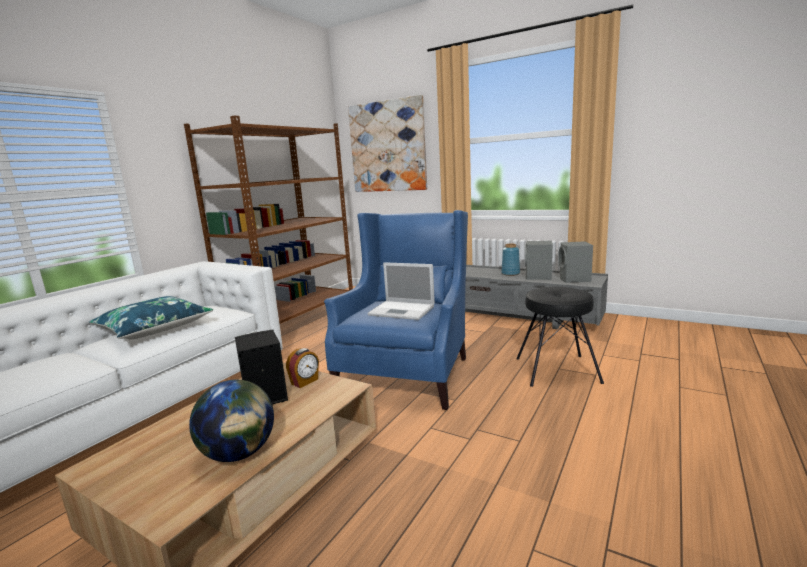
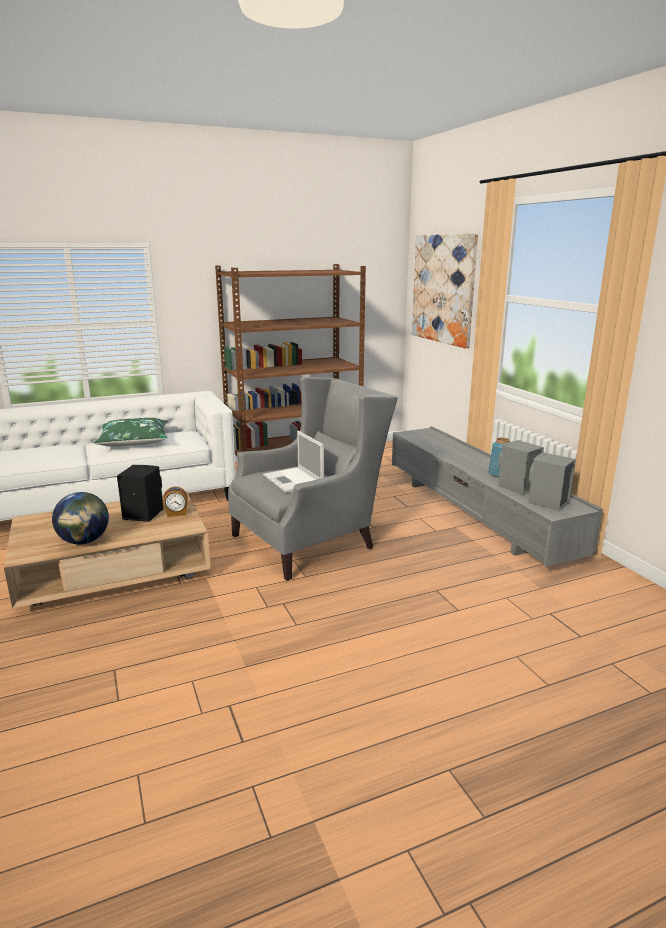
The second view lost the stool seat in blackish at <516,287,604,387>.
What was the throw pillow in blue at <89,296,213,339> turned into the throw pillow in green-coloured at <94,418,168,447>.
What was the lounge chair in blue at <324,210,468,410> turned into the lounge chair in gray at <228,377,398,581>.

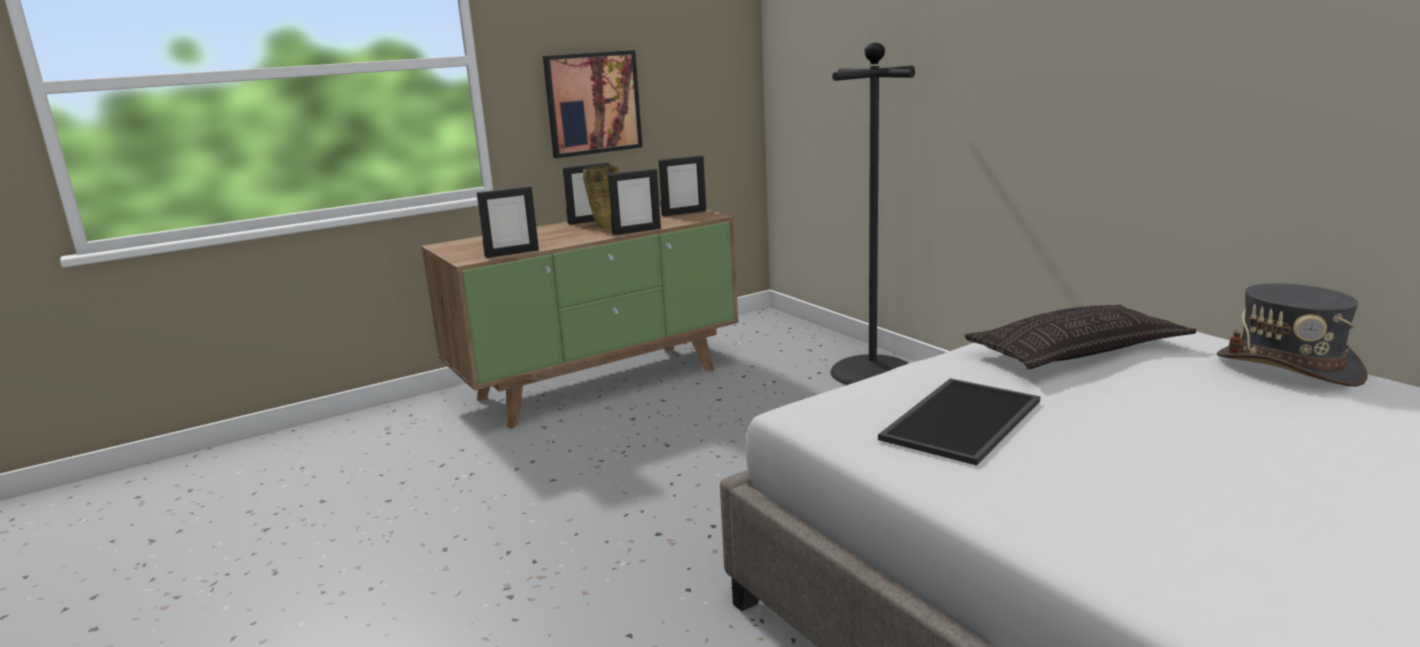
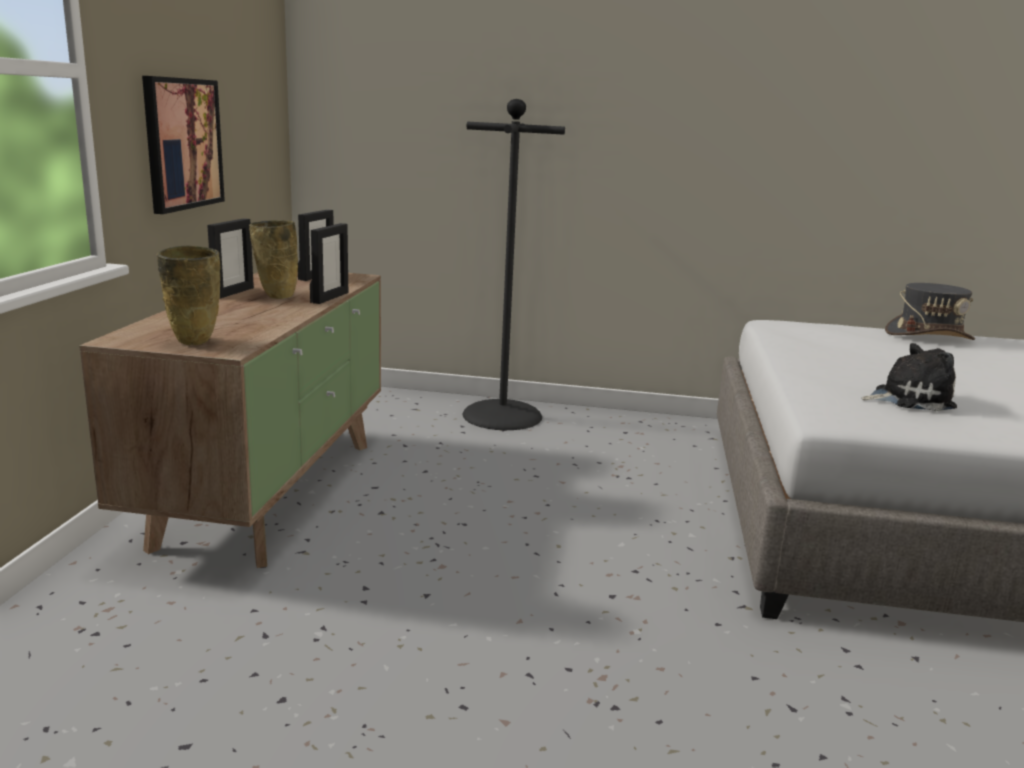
The second view lost the photo frame at <477,186,539,258>.
The second view lost the throw pillow at <964,305,1196,369>.
The second view gained the decorative vase in beige at <157,246,221,345>.
Where the serving tray stood at <878,378,1040,465>, the plush toy came to stand at <861,343,957,411>.

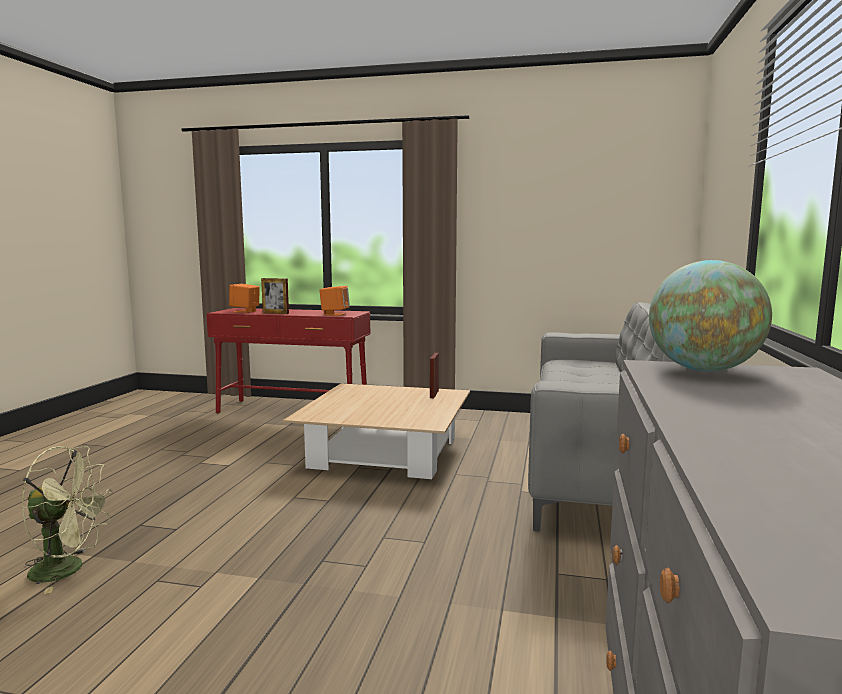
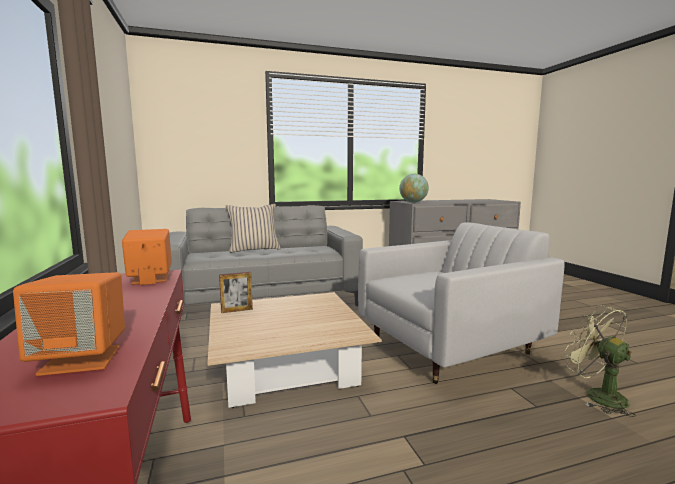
The second view lost the photo frame at <261,278,289,314>.
The second view gained the throw pillow in beige at <226,204,281,253>.
The second view gained the lounge chair in white-coloured at <358,222,565,384>.

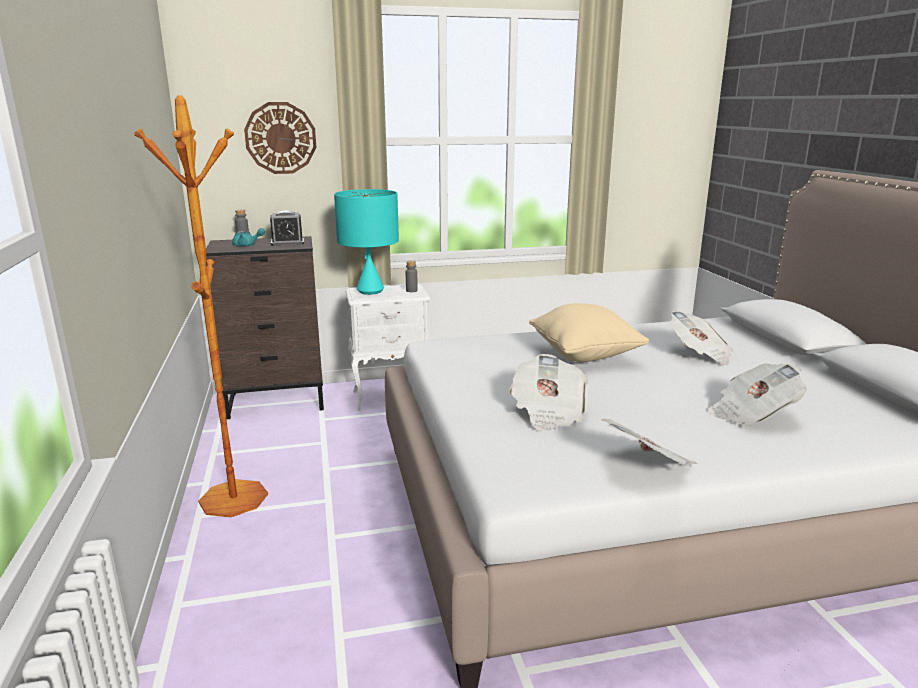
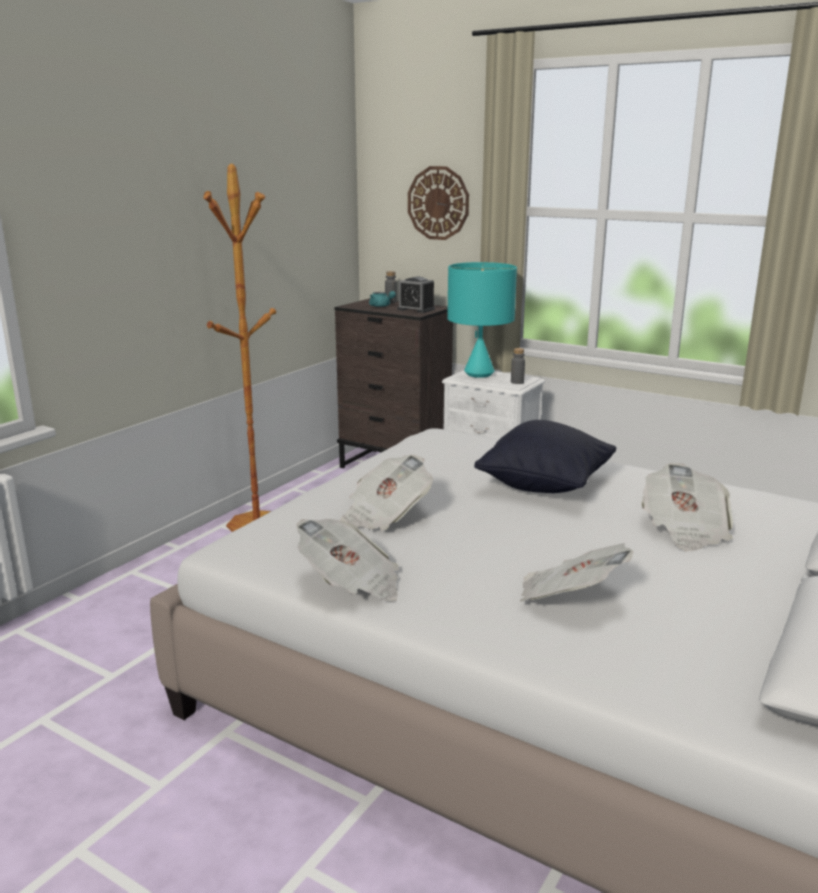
What was the throw pillow in beige at <529,303,649,362> turned into the throw pillow in blackish at <474,420,616,493>.

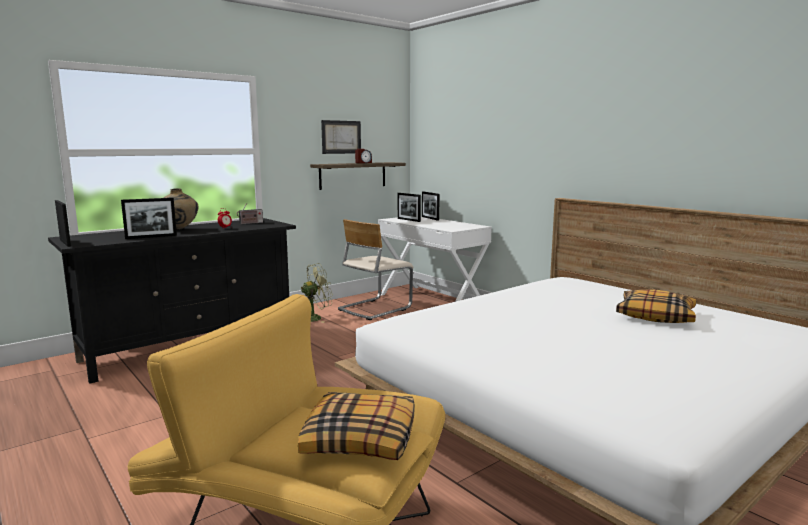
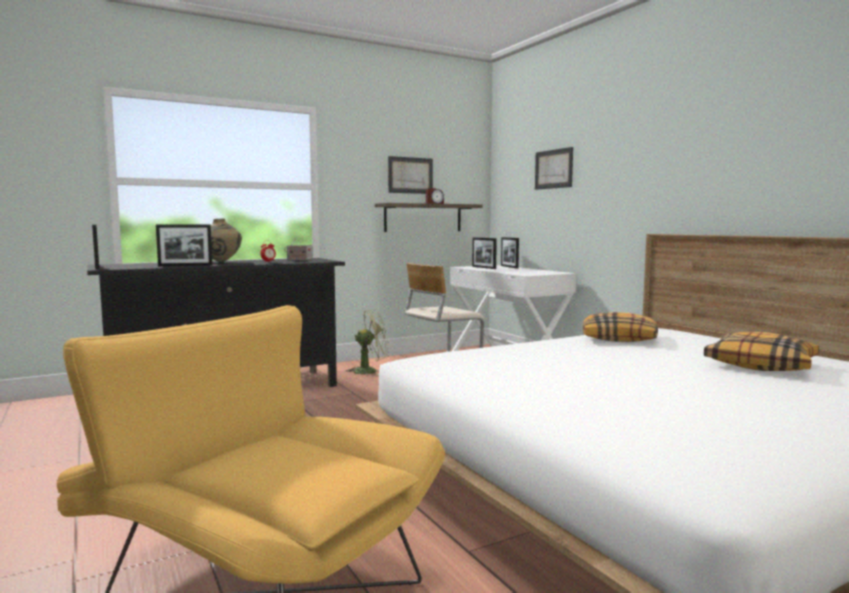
The second view gained the wall picture at <535,147,573,190>.
The throw pillow ended up elsewhere, having gone from <298,392,414,460> to <583,312,658,342>.

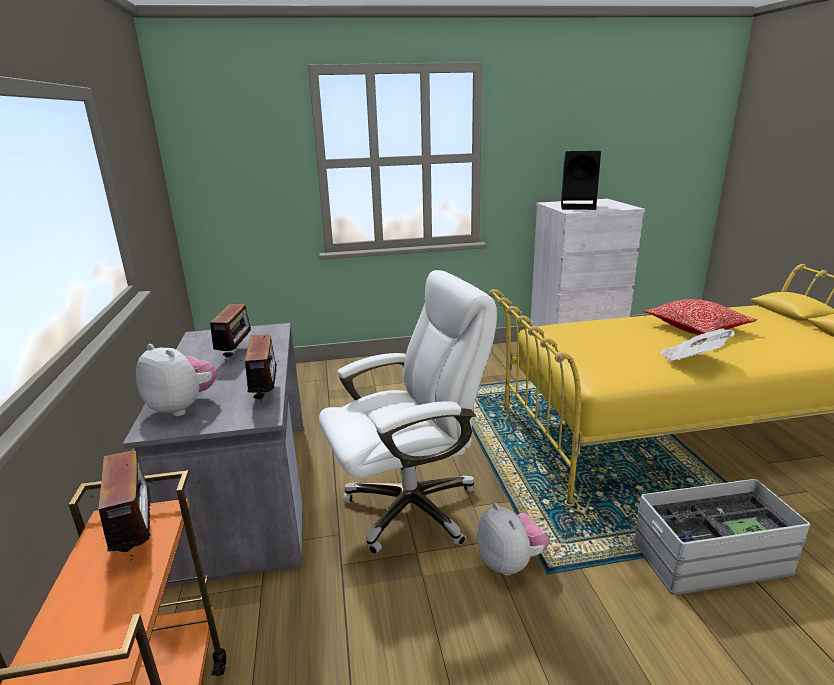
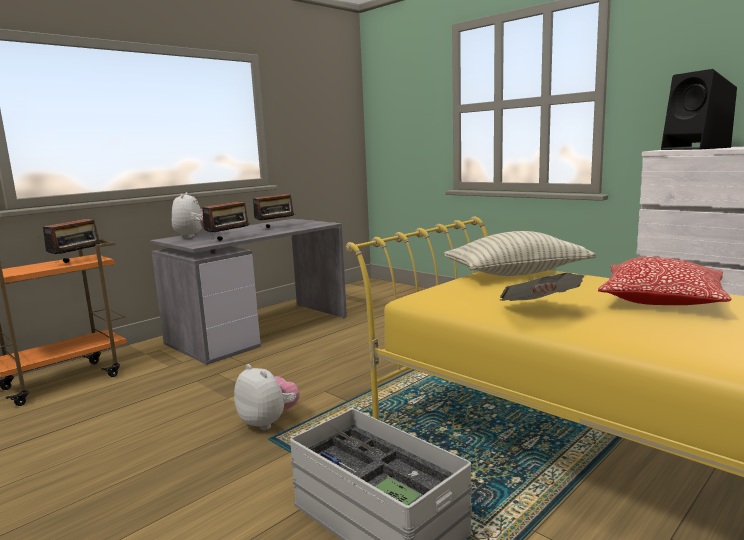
The second view lost the office chair in white-coloured at <319,270,497,554>.
The second view gained the throw pillow at <444,231,596,276>.
The plush toy at <477,503,549,576> ended up facing another way, 75 degrees counterclockwise from before.

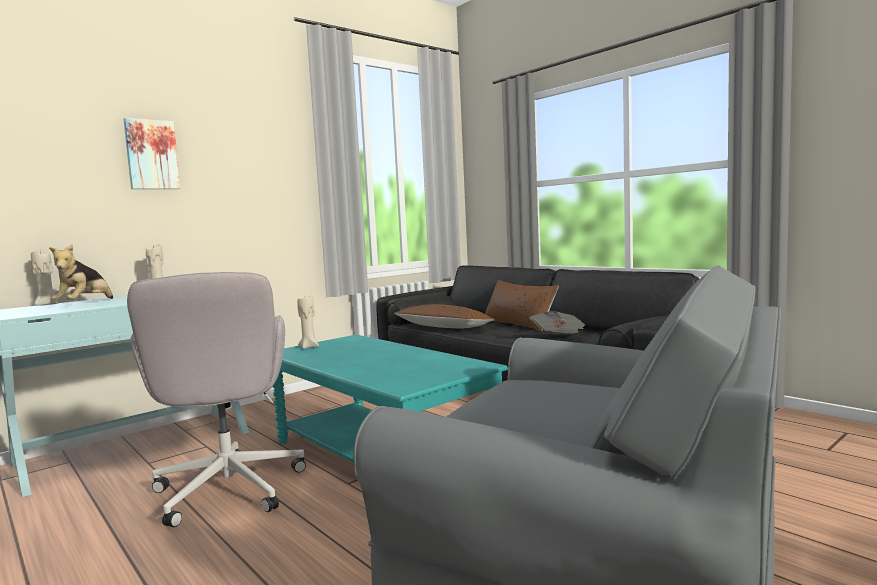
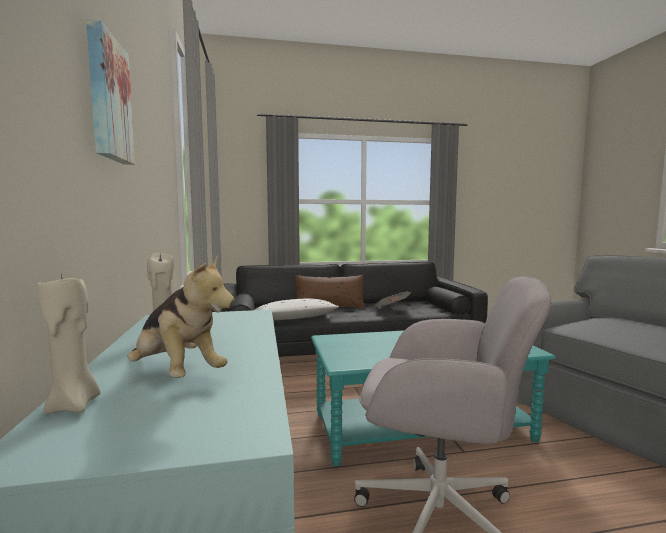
The second view lost the candle in beige at <297,296,319,349>.
What was the throw pillow in brown-coloured at <394,304,495,328> turned into the throw pillow in white-coloured at <255,299,339,320>.

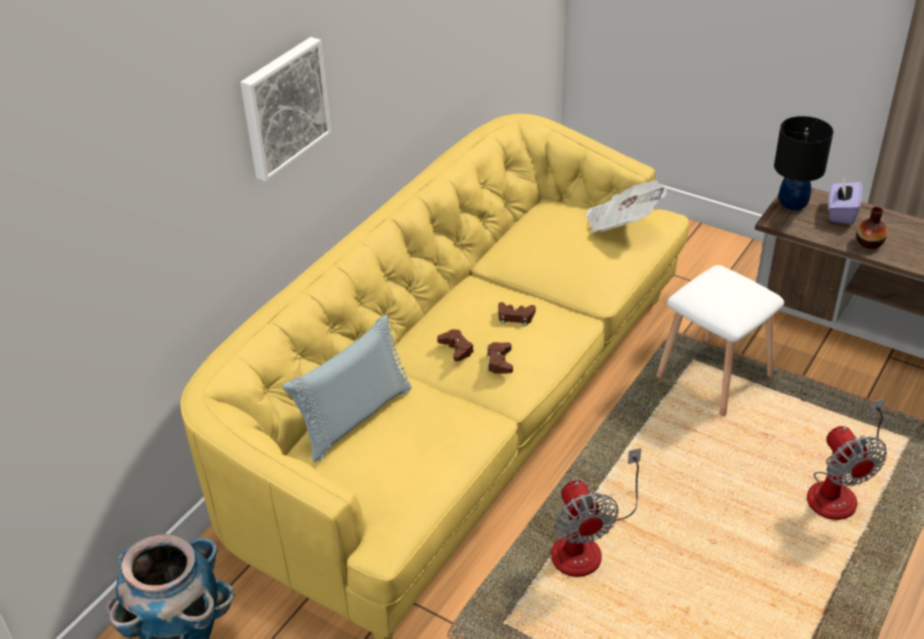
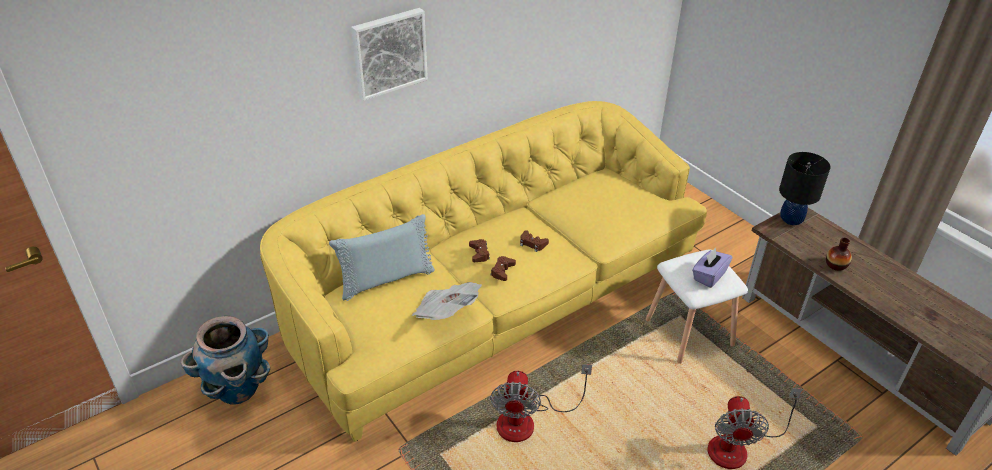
The daily paper ended up elsewhere, having gone from <586,180,667,233> to <412,282,482,320>.
The box of tissues in purple-coloured ended up elsewhere, having gone from <828,177,862,225> to <692,248,732,288>.

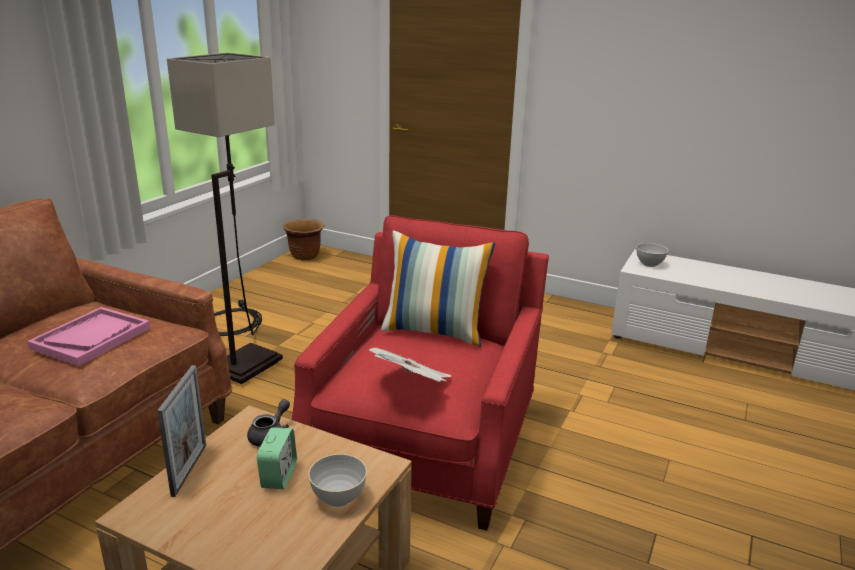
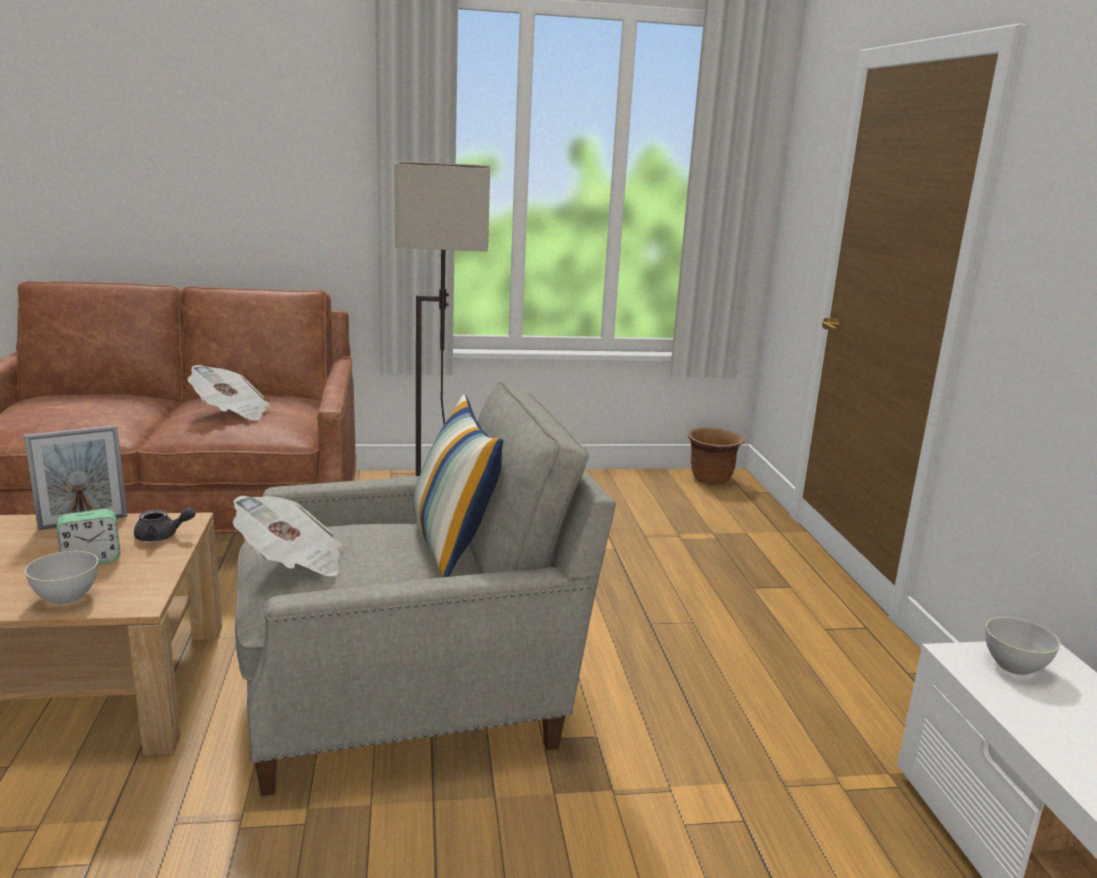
Where the serving tray in pink stood at <27,307,150,366>, the daily paper came to stand at <187,365,270,421>.
What was the lounge chair in red at <292,216,549,531> turned into the lounge chair in gray at <235,382,616,796>.

